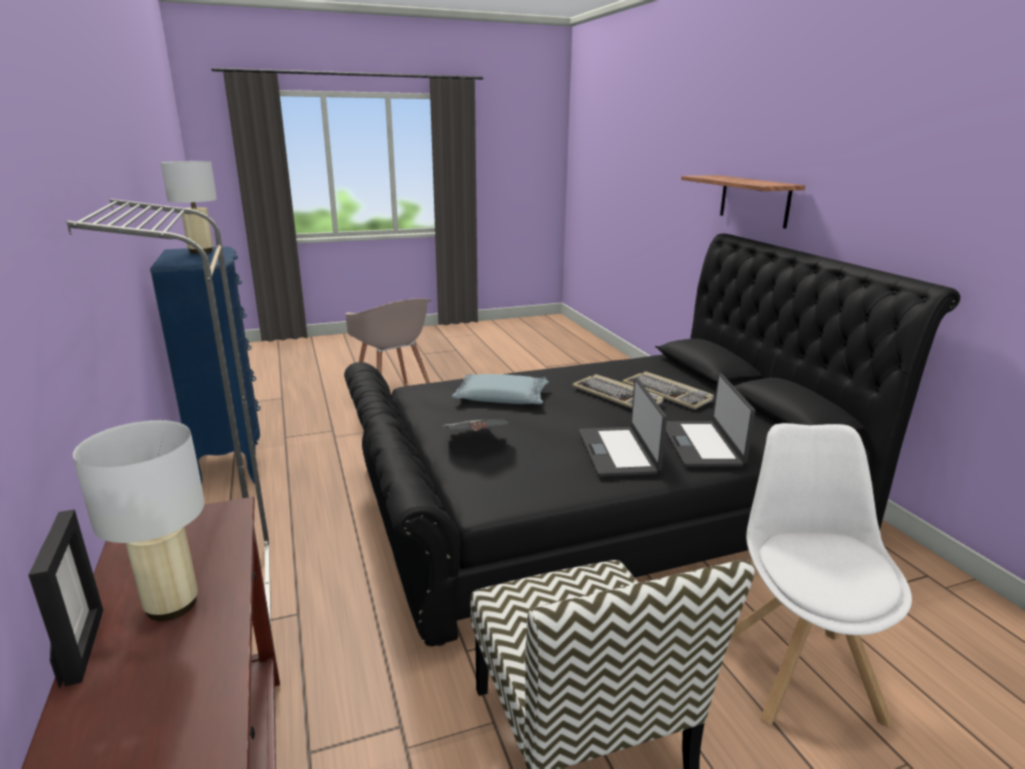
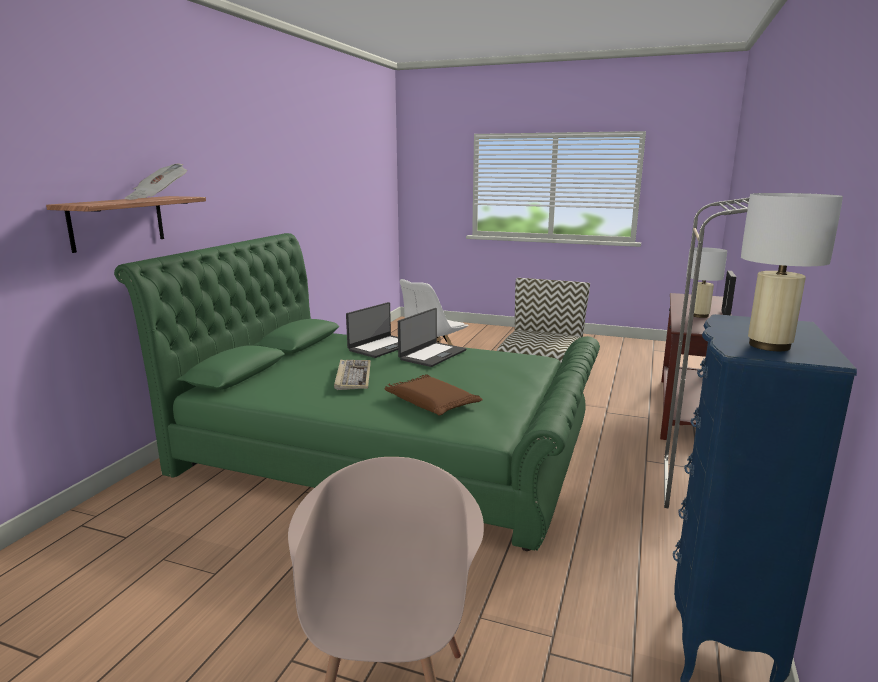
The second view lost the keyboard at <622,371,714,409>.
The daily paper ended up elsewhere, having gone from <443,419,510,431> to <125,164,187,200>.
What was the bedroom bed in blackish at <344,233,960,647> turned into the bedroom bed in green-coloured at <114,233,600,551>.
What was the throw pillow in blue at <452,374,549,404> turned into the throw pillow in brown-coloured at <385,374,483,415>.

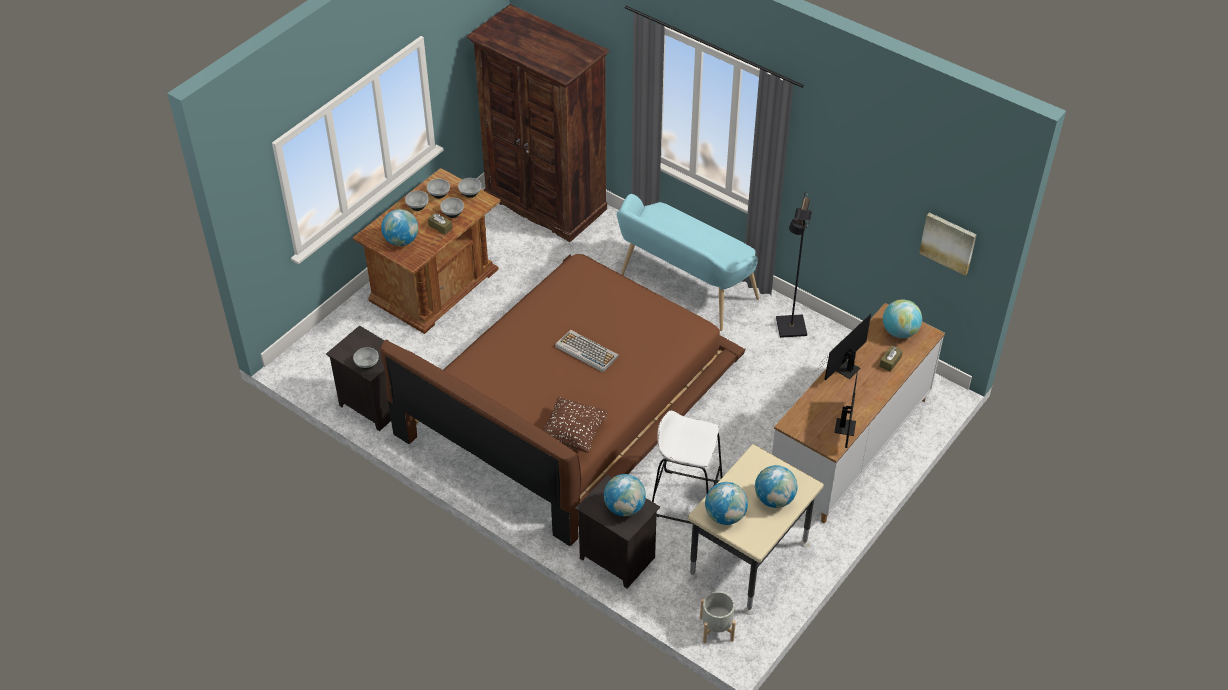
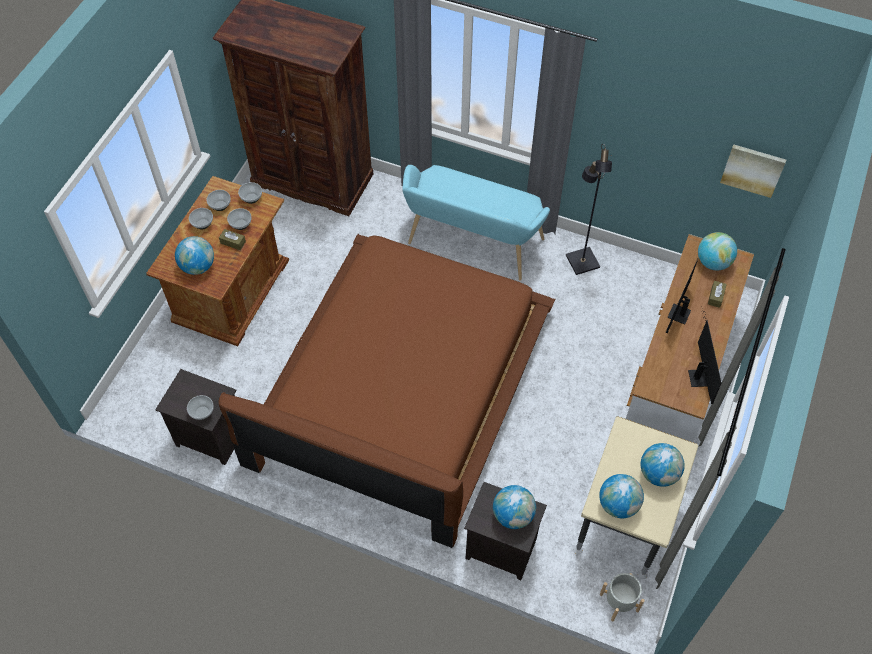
The second view lost the throw pillow in brown-coloured at <542,397,608,453>.
The second view lost the keyboard at <555,330,619,373>.
The second view lost the stool seat in white-coloured at <652,411,722,524>.

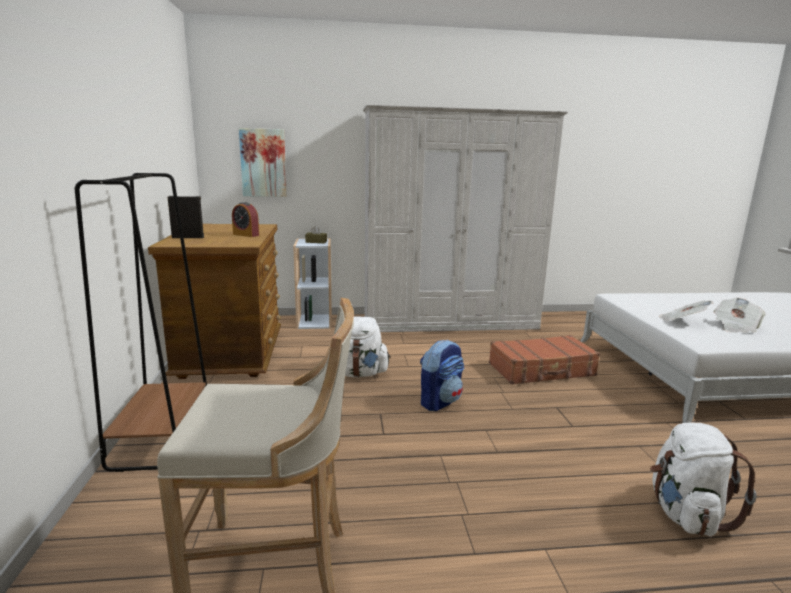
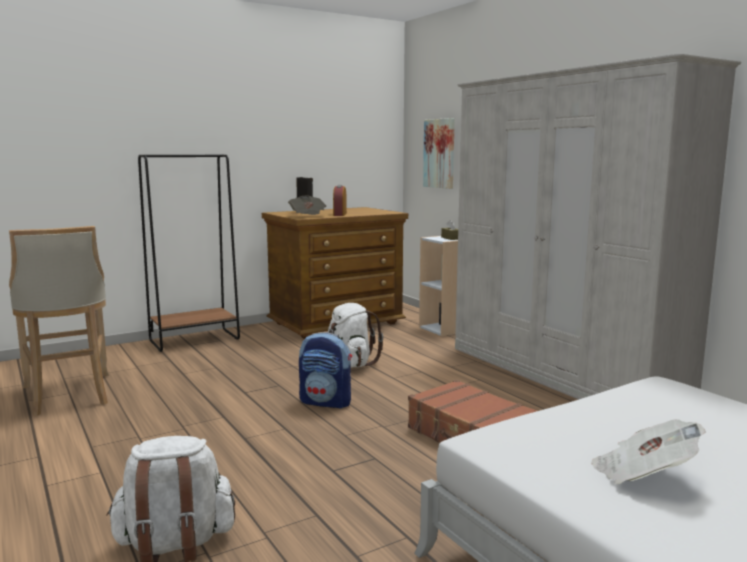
The daily paper ended up elsewhere, having gone from <659,300,713,321> to <288,195,326,215>.

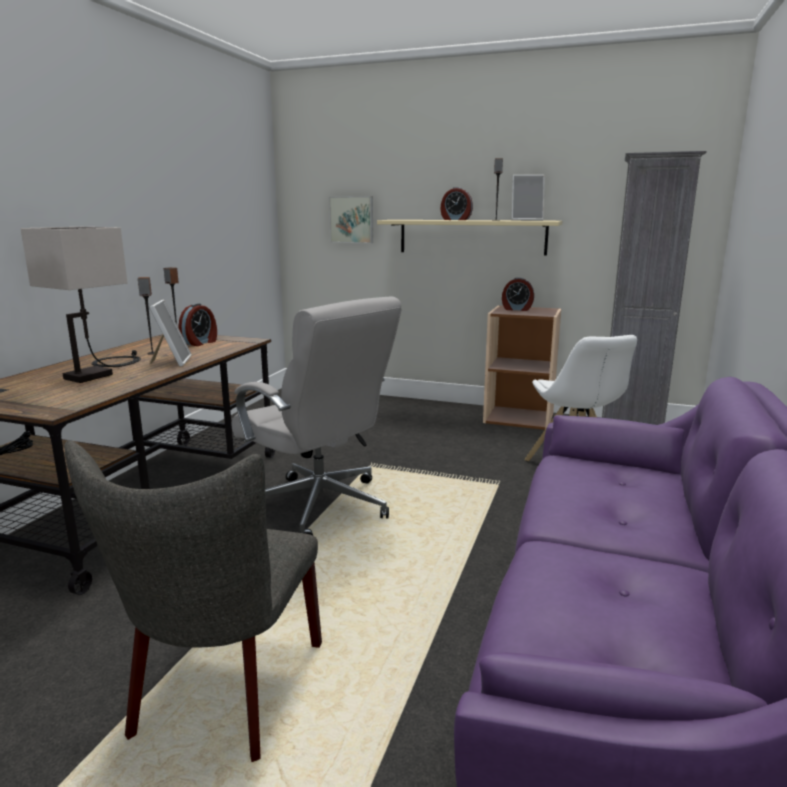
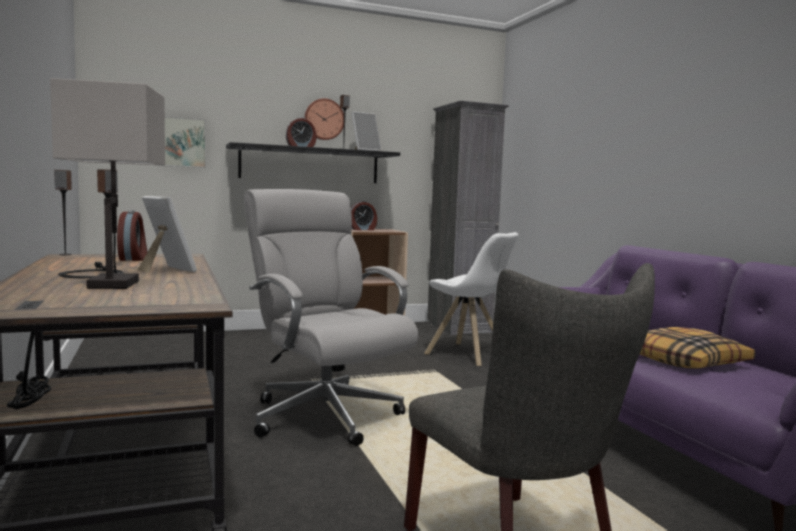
The second view gained the hanging clock at <304,98,344,140>.
The second view gained the throw pillow at <640,327,756,369>.
What was the bracket shelf in beige at <377,220,562,256> turned into the bracket shelf in blackish at <226,142,400,183>.
The office chair in gray at <231,296,402,535> ended up facing another way, 135 degrees counterclockwise from before.

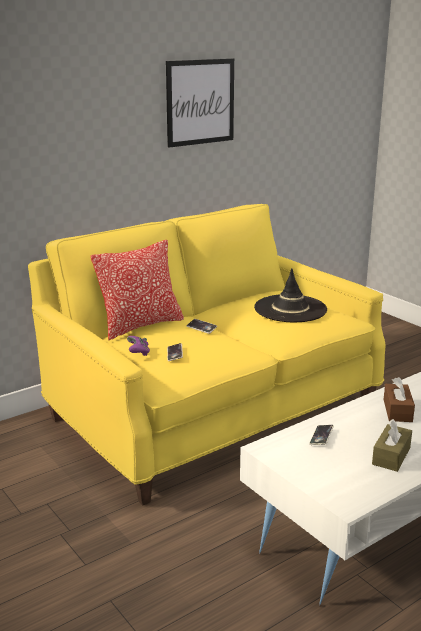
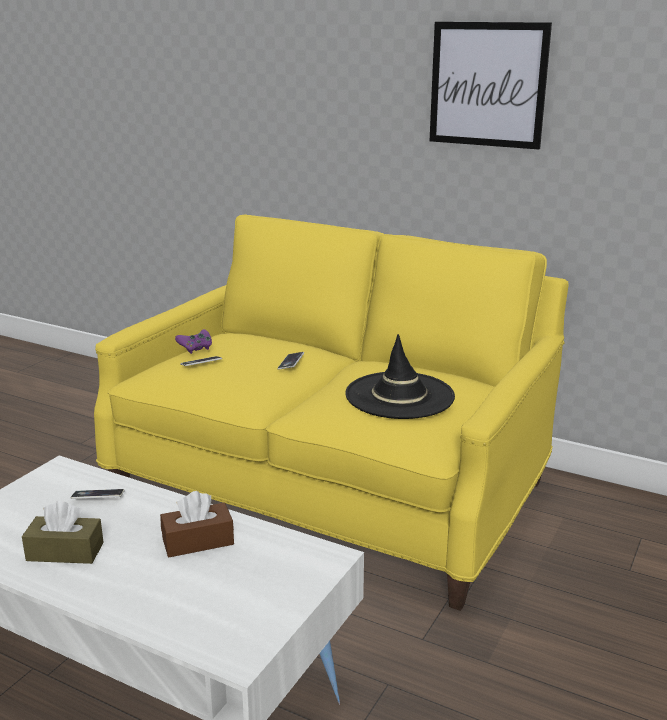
The second view lost the throw pillow at <91,240,184,340>.

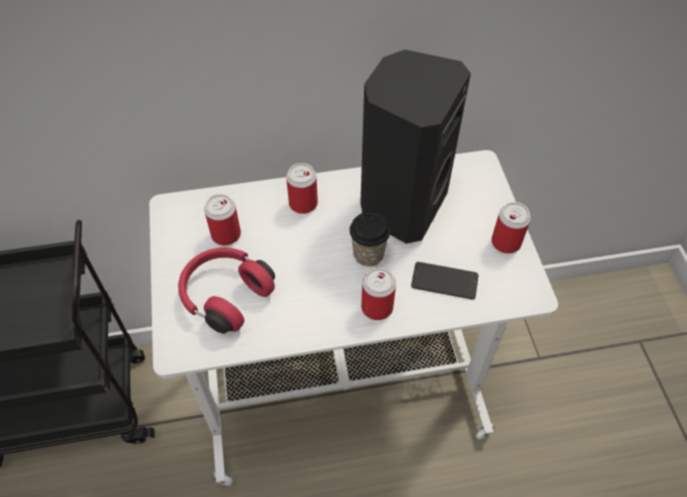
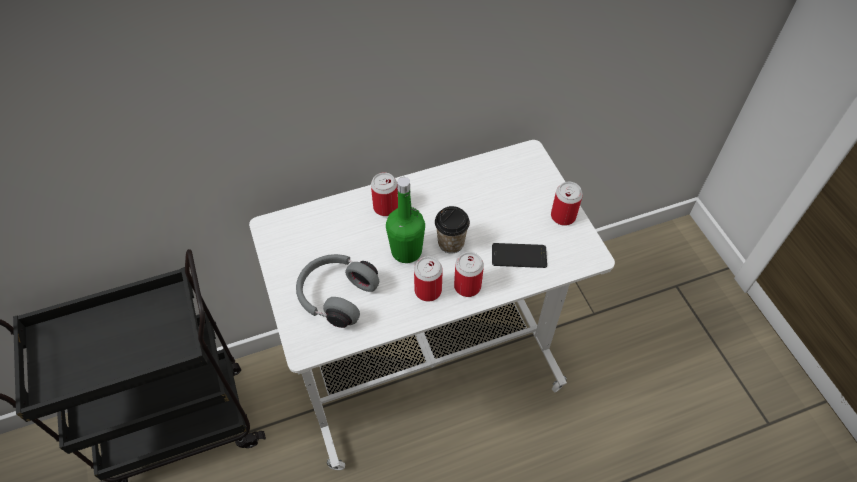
The second view lost the audio speaker in blackish at <360,50,471,244>.
The second view gained the beverage bottle in green-coloured at <386,177,425,263>.
The can ended up elsewhere, having gone from <204,194,241,245> to <414,256,443,302>.
What was the pair of headphones in red at <178,248,275,334> turned into the pair of headphones in gray at <296,254,379,328>.

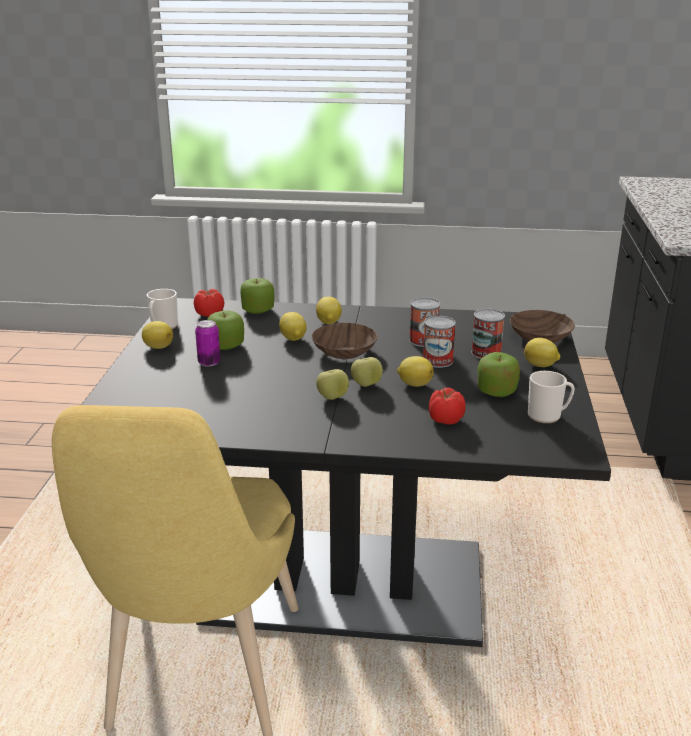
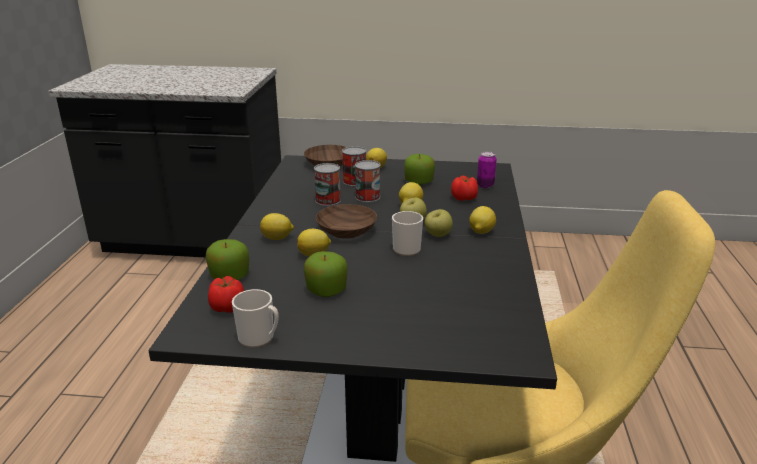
The citrus fruit ended up elsewhere, having gone from <142,321,173,349> to <469,206,496,234>.
The can ended up elsewhere, having gone from <195,320,221,367> to <477,152,497,188>.
The tea mug ended up elsewhere, having gone from <528,371,575,423> to <392,211,423,256>.

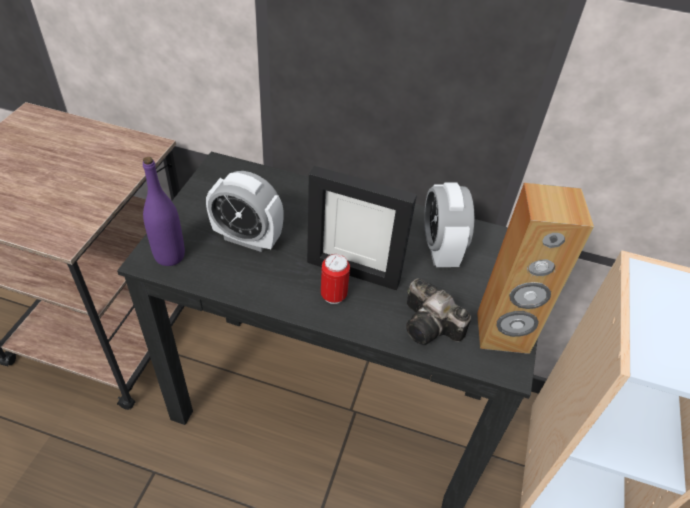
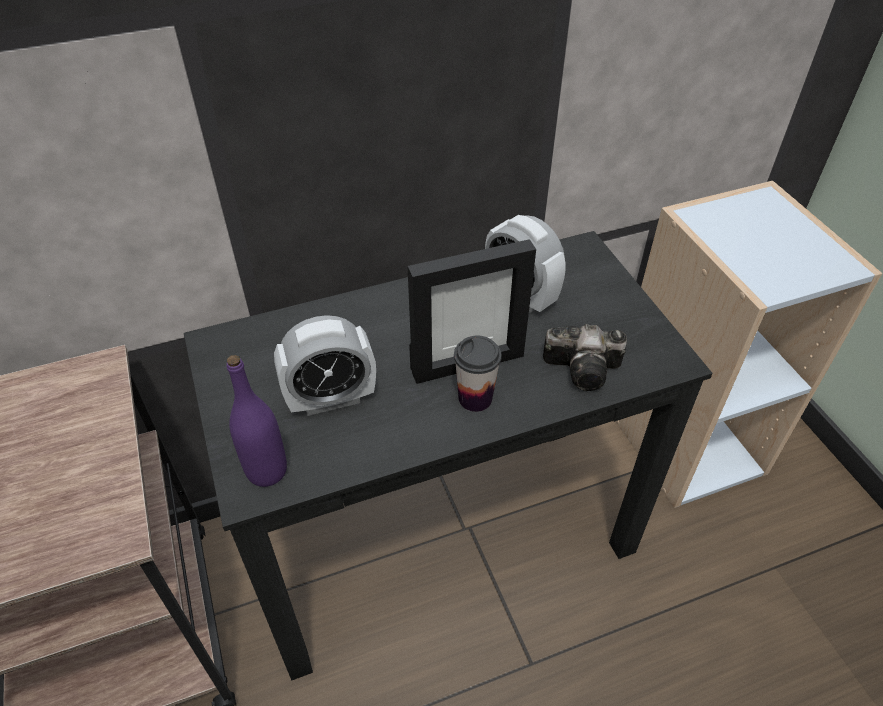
The second view lost the audio speaker in brown-coloured at <477,183,594,354>.
Where the can stood at <321,254,350,304>, the small cup came to stand at <454,336,502,412>.

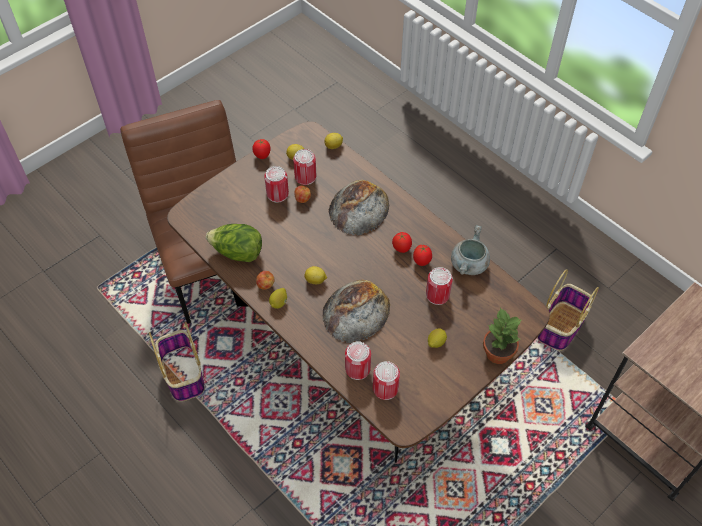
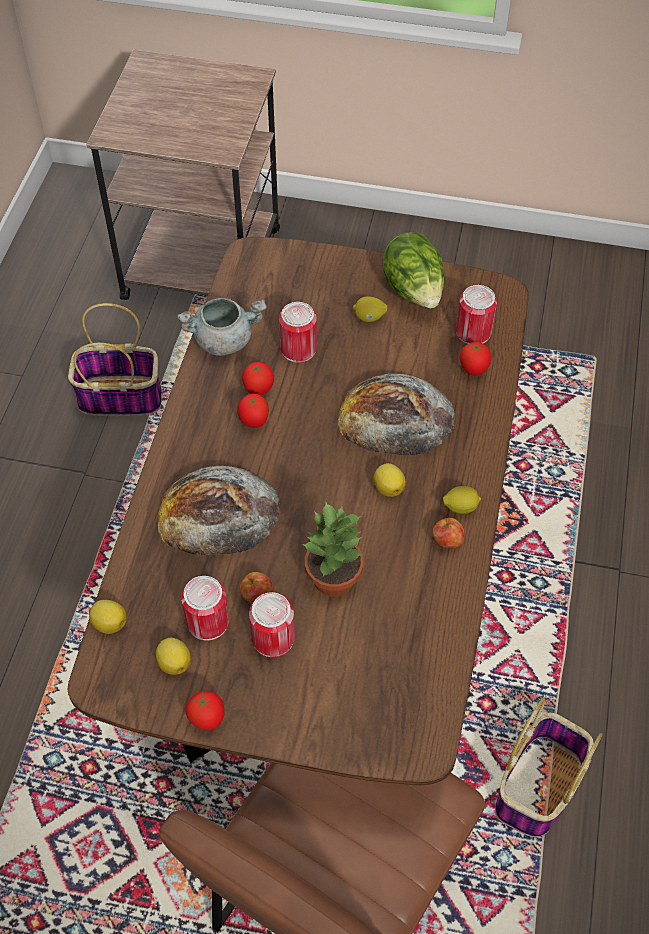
The head of lettuce ended up elsewhere, having gone from <206,224,262,262> to <383,232,445,308>.
The houseplant ended up elsewhere, having gone from <483,308,522,364> to <302,501,363,596>.
Where the can stood at <345,341,371,380>, the fresh tomato came to stand at <460,342,491,376>.

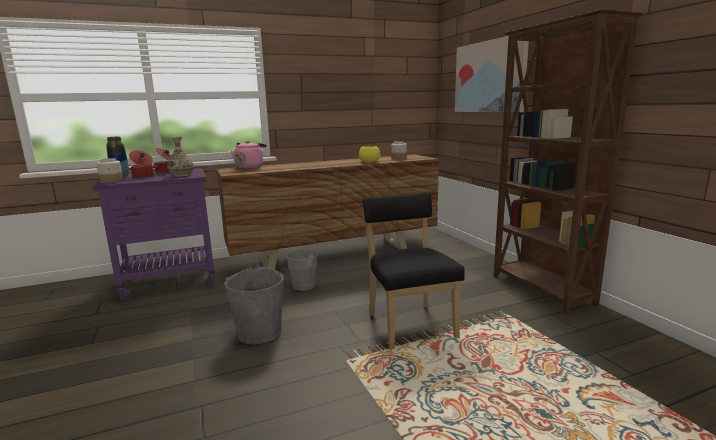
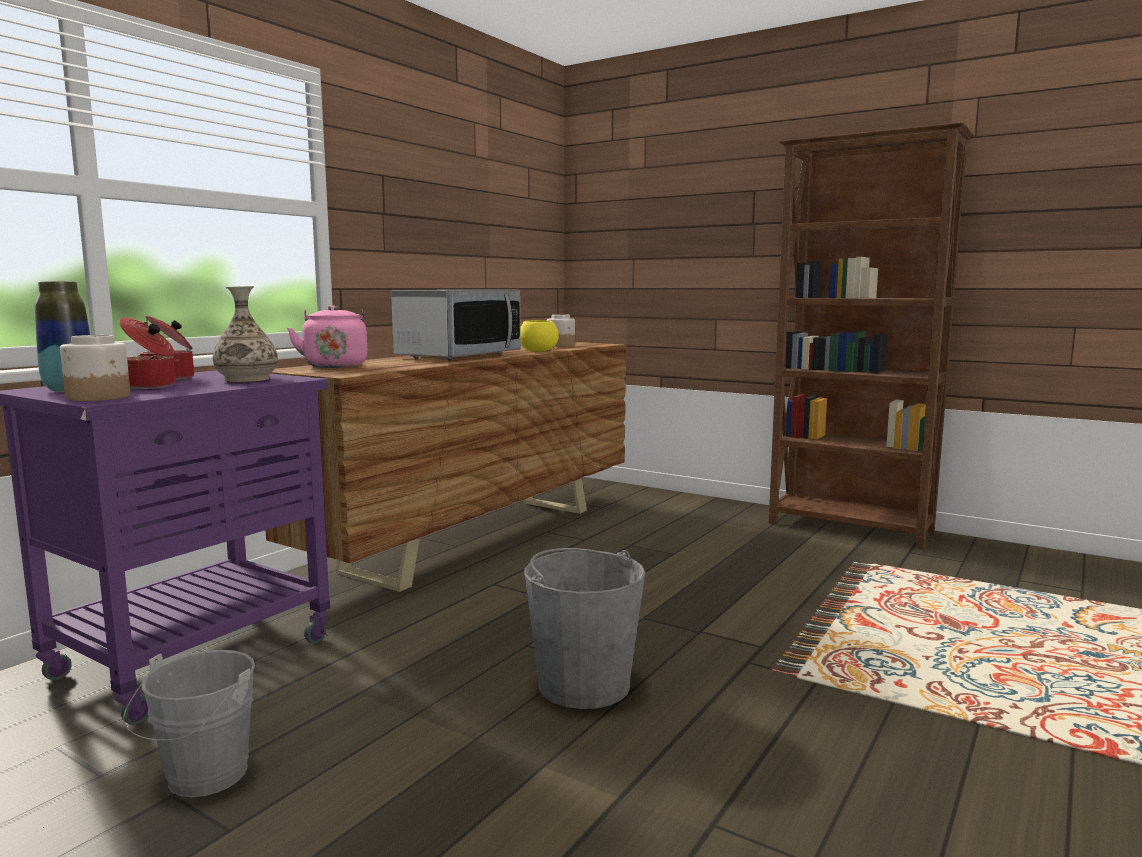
The second view lost the chair in blackish at <363,193,464,350>.
The second view lost the wall picture at <455,36,529,112>.
The second view gained the kitchen microwave at <391,290,521,360>.
The pail in gray ended up elsewhere, having gone from <281,247,318,291> to <123,650,255,797>.

